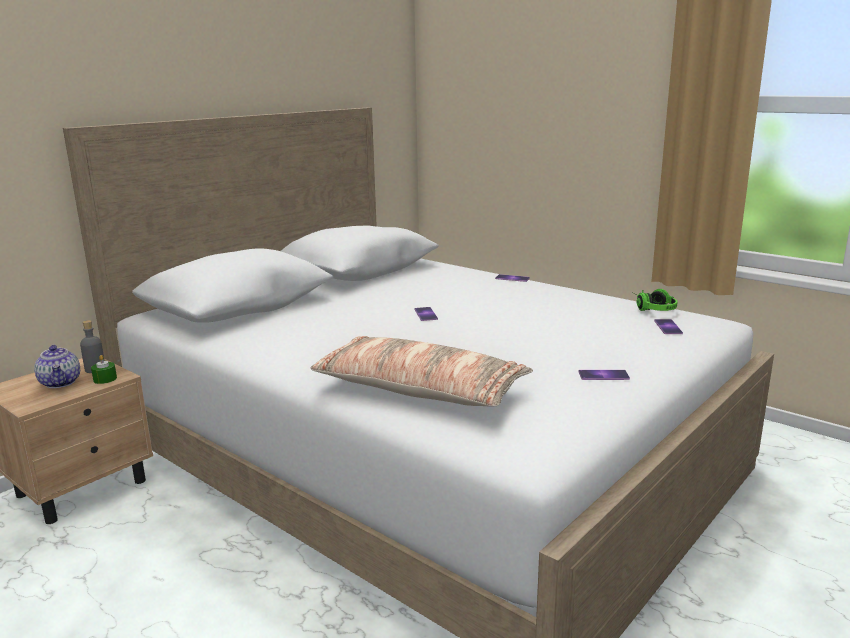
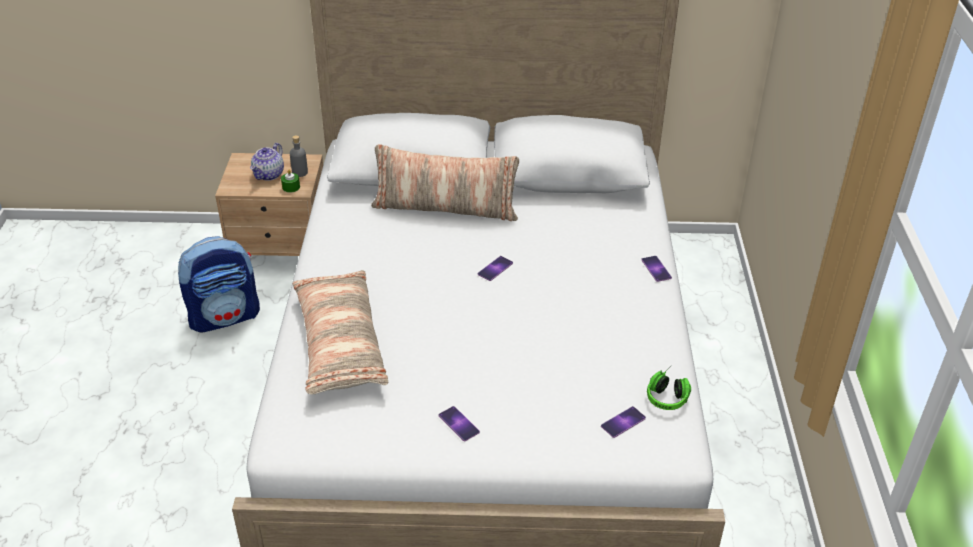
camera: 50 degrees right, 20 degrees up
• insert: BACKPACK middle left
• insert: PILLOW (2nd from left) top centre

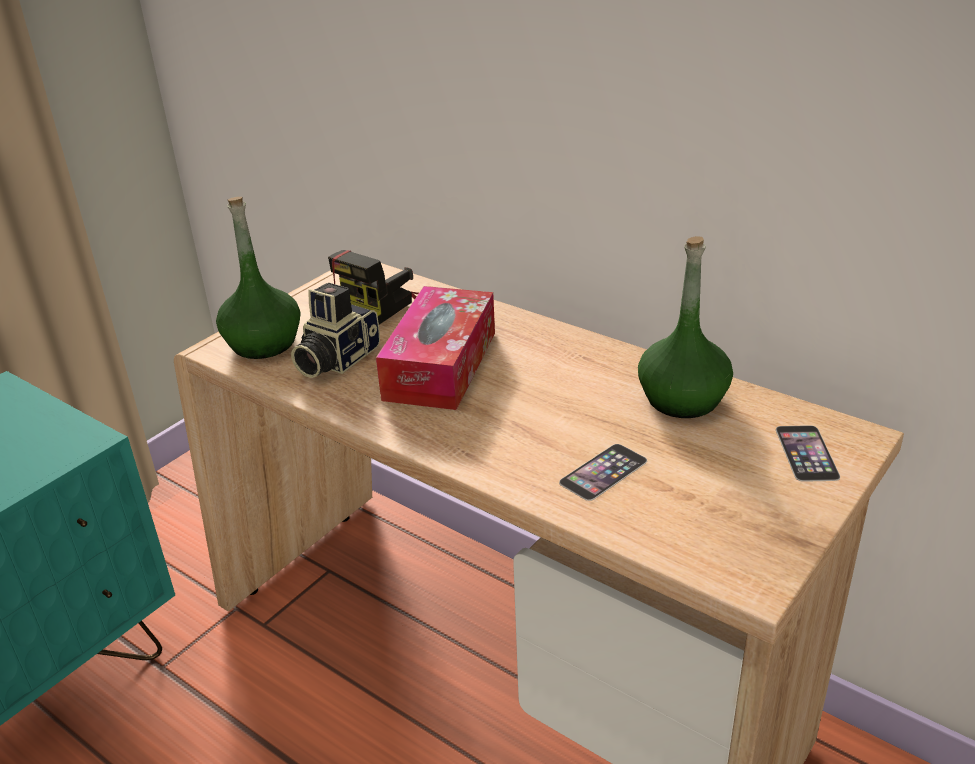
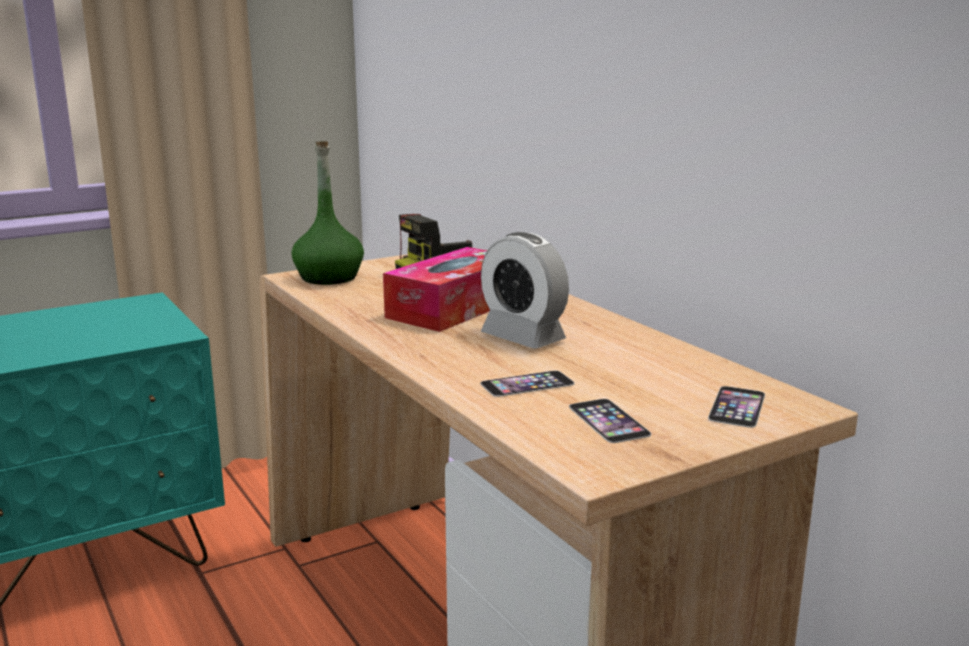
camera: 20 degrees right, 15 degrees down
• delete: PHOTO CAMERA (1st from left) centre
• delete: GREEN BOTTLE (2nd from left) middle right
• insert: ALARM CLOCK centre
• insert: PHONE (2nd from left) centre

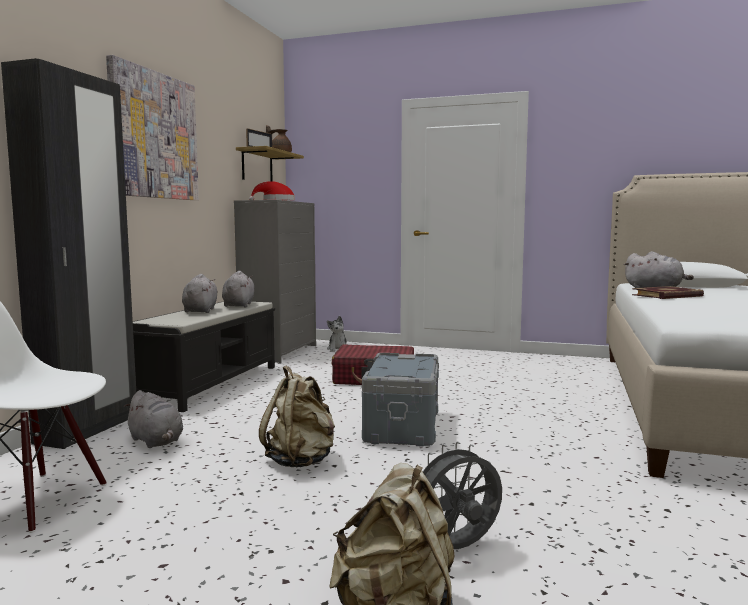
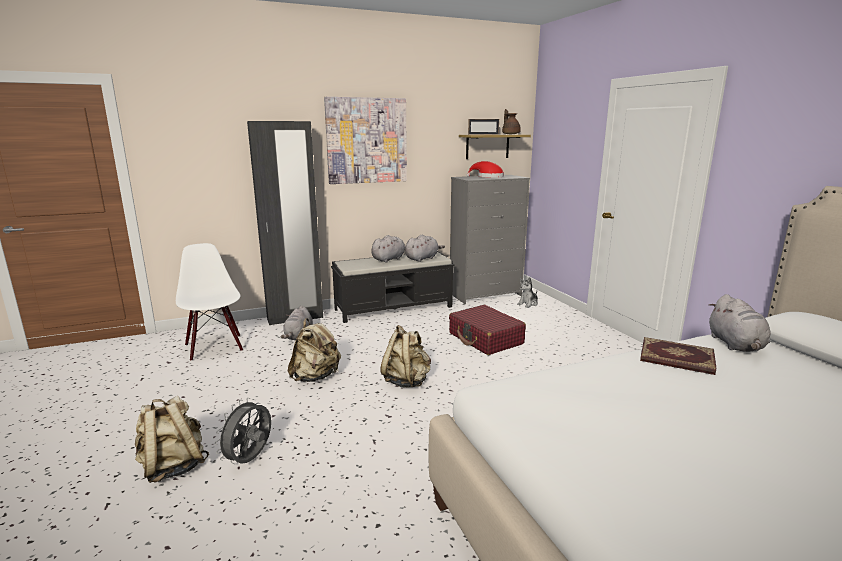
camera: 50 degrees right, 10 degrees up
• replace: GREY STORAGE BOX centre to BEIGE BACKPACK (3rd from left) centre
• rotate: GREY FAN bottom centre = bottom left 90 degrees counterclockwise

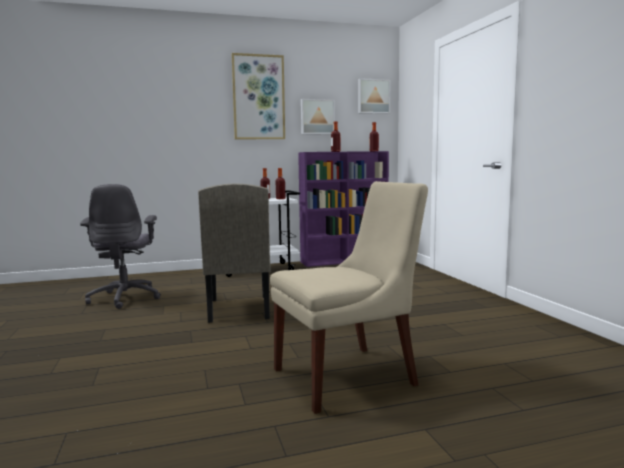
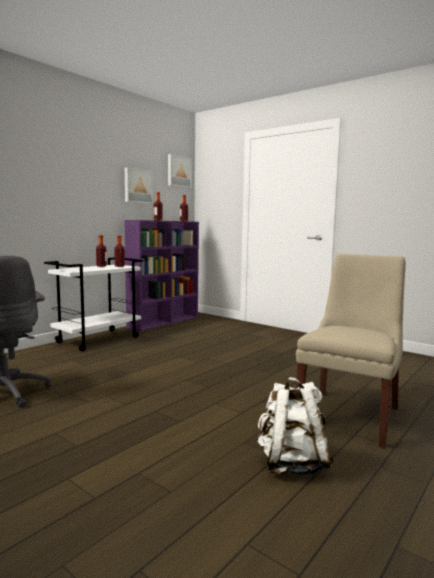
camera: 35 degrees left, 0 degrees up
• delete: BEIGE CHAIR (1st from left) centre
• delete: PICTURE (1st from left) top centre
• insert: WHITE BACKPACK bottom right

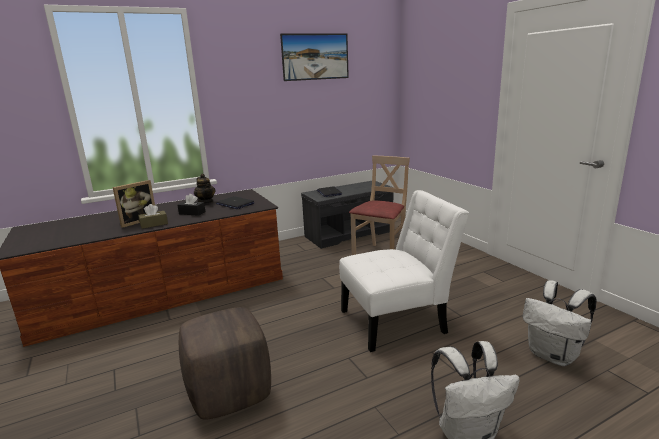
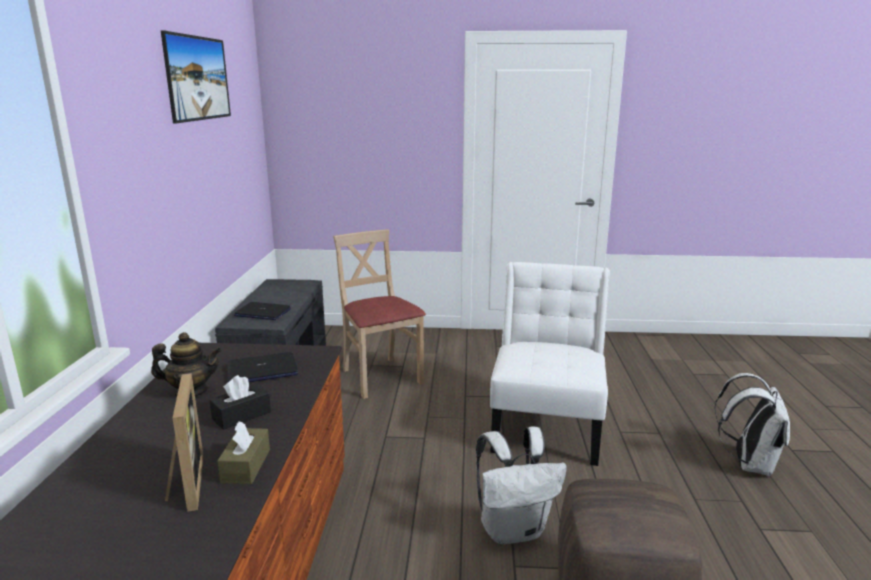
camera: 60 degrees left, 0 degrees up
• move: WHITE BACKPACK (2nd from left in the first image) bottom right to WHITE BACKPACK (1st from left) bottom centre

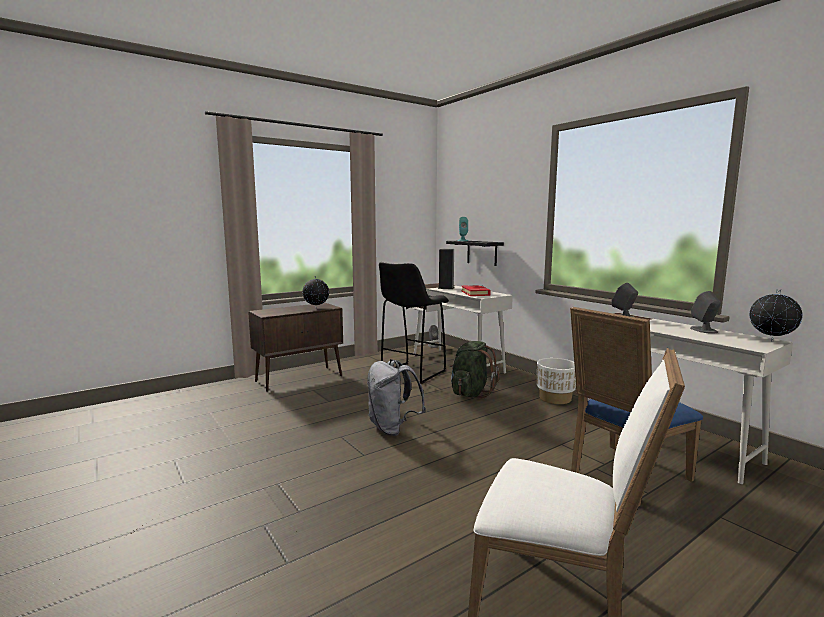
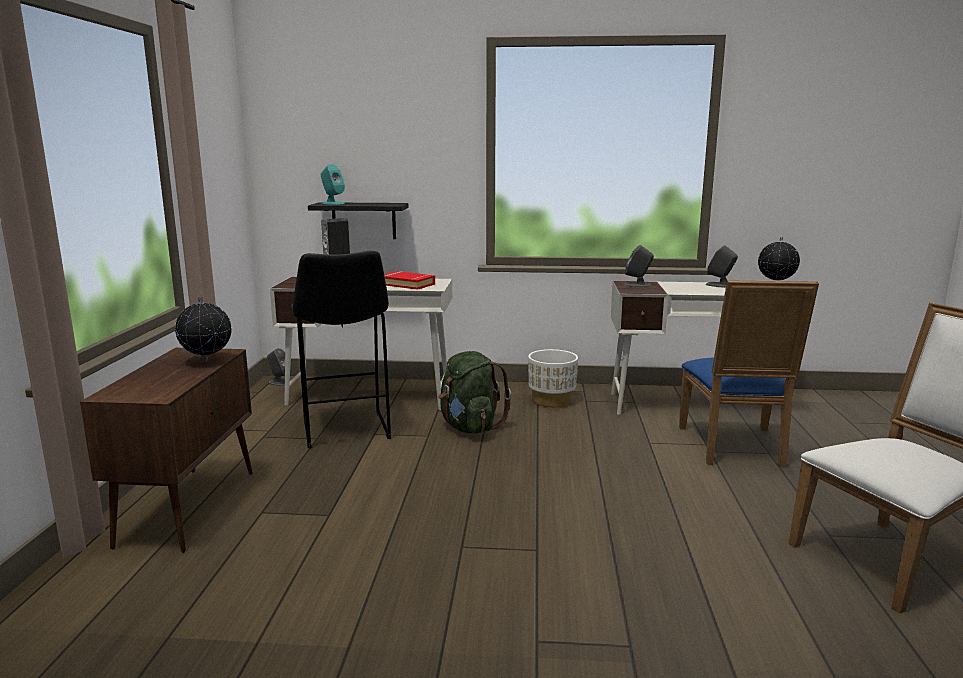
camera: 50 degrees left, 5 degrees up
• delete: GREY BACKPACK centre

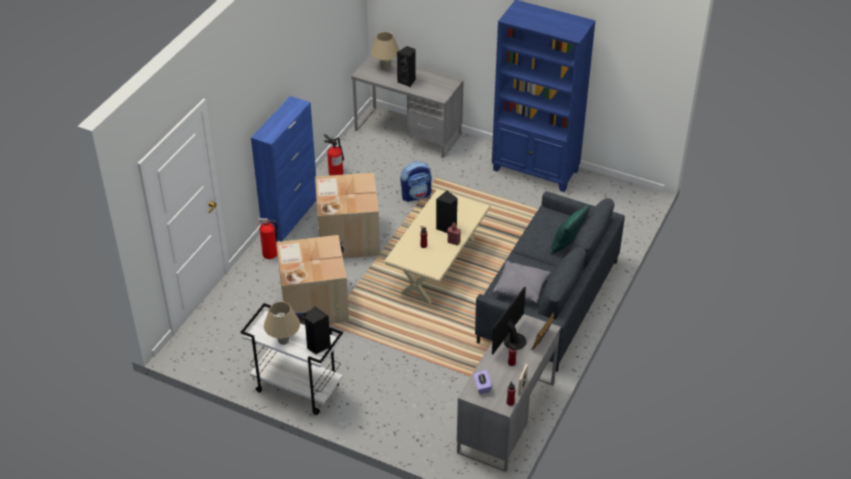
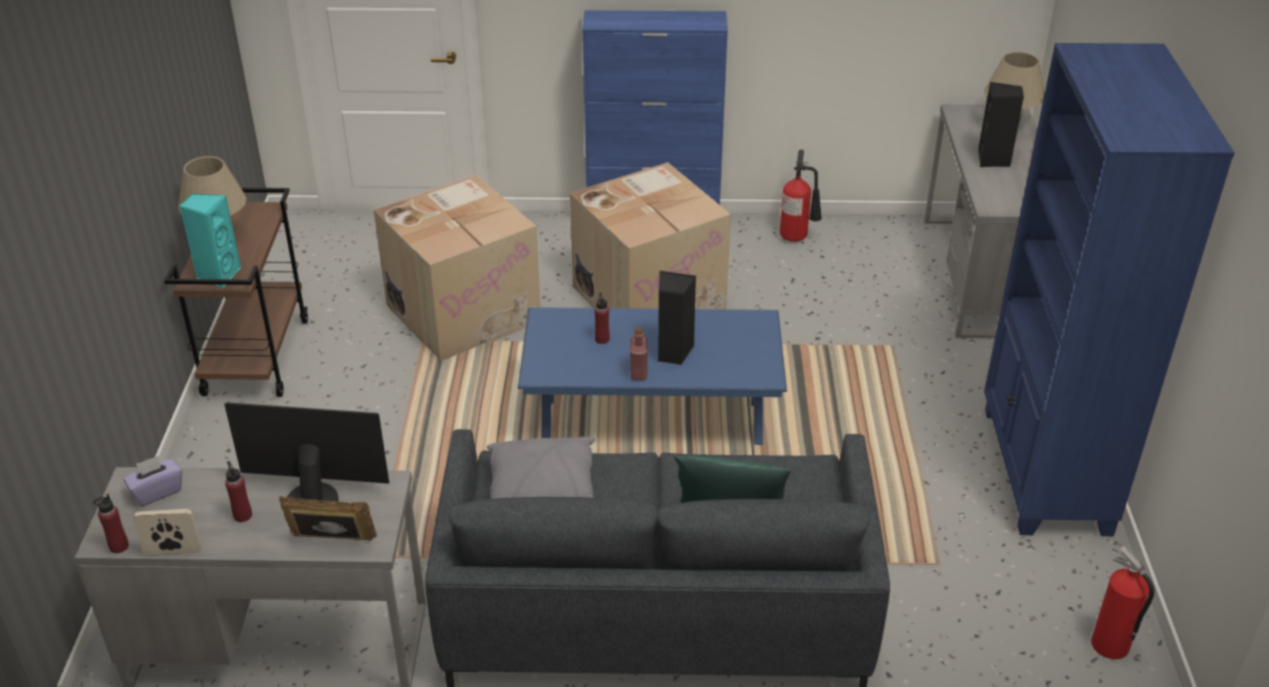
camera: 65 degrees right, 5 degrees down
• delete: BACKPACK centre
• move: FIRE EXTINGUISHER (1st from left in the first image) middle left to FIRE EXTINGUISHER (2nd from left) bottom right
• recolor: WHITE CART bottom centre to BROWN CART middle left
• recolor: BLACK SPEAKER (1st from left) bottom centre to TURQUOISE SPEAKER middle left
• recolor: BEIGE COFFEE TABLE centre to BLUE COFFEE TABLE centre

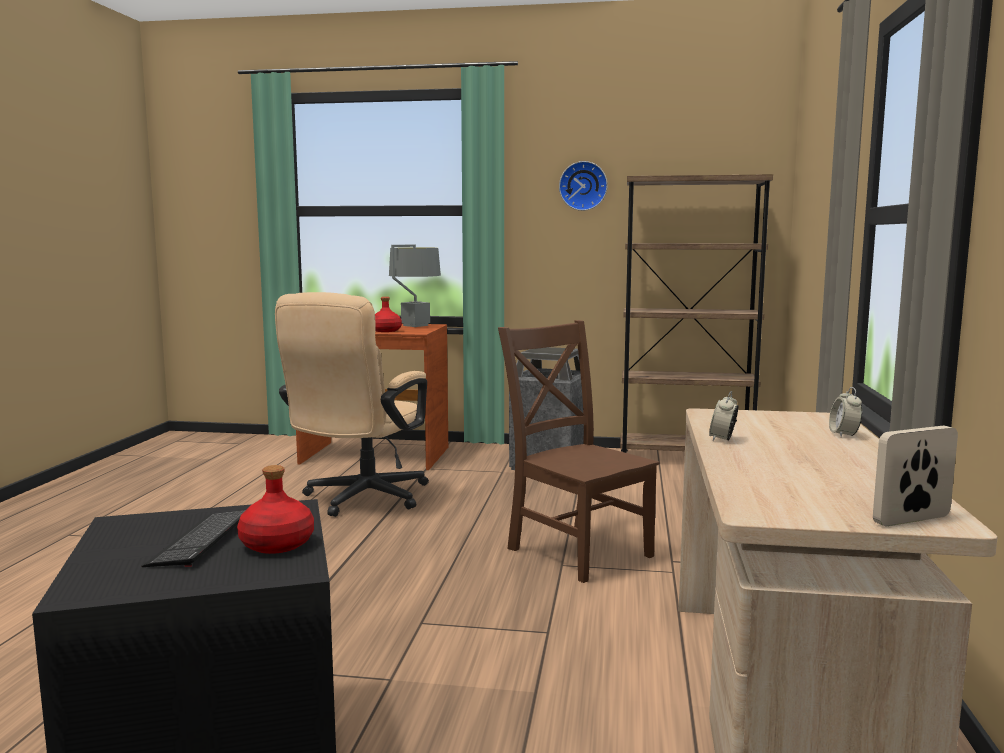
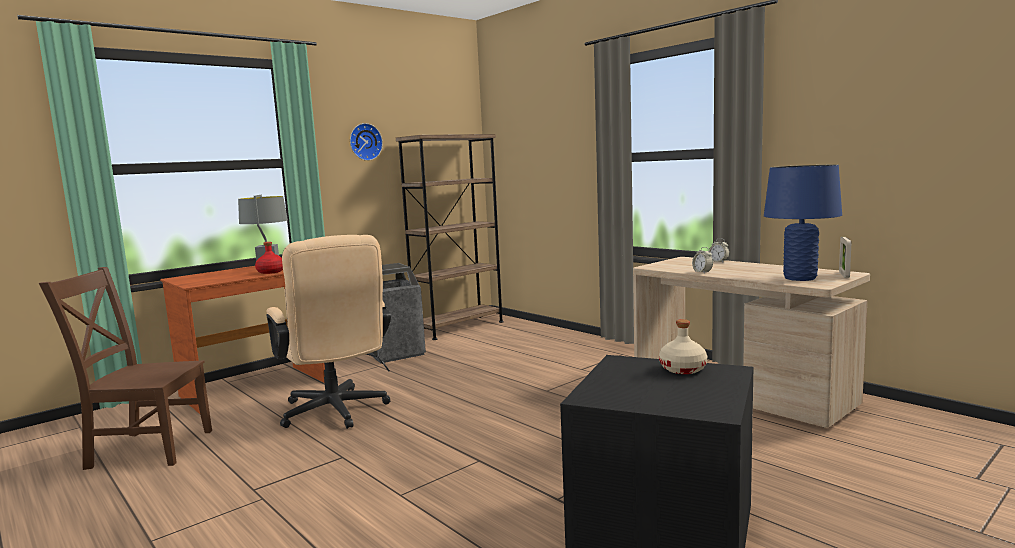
camera: 50 degrees left, 0 degrees up
• delete: KEYBOARD bottom left
• insert: BLUE TABLE LAMP middle right
• move: BROWN CHAIR centre to bottom left
• recolor: RED BOTTLE (1st from left) bottom left to BEIGE BOTTLE middle right

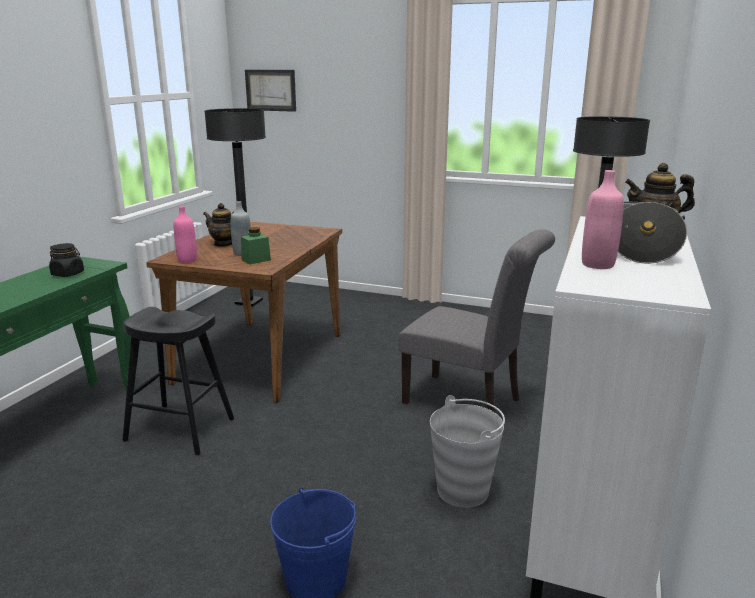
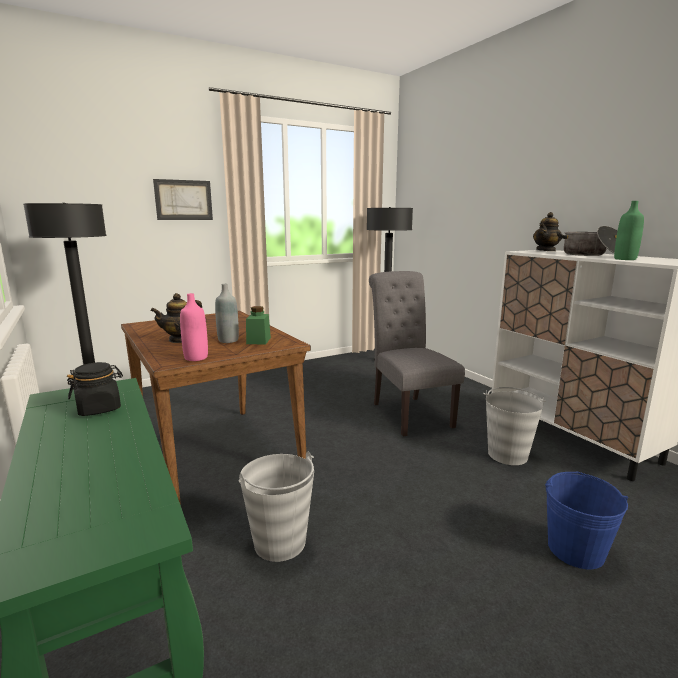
camera: 50 degrees left, 5 degrees down
• move: PICTURE top centre to top left
• replace: BLACK STOOL middle left to GREY BUCKET (1st from left) bottom centre
• recolor: PINK BOTTLE (2nd from left) middle right to GREEN BOTTLE middle right
• rotate: GREY CHAIR centre = centre 90 degrees counterclockwise

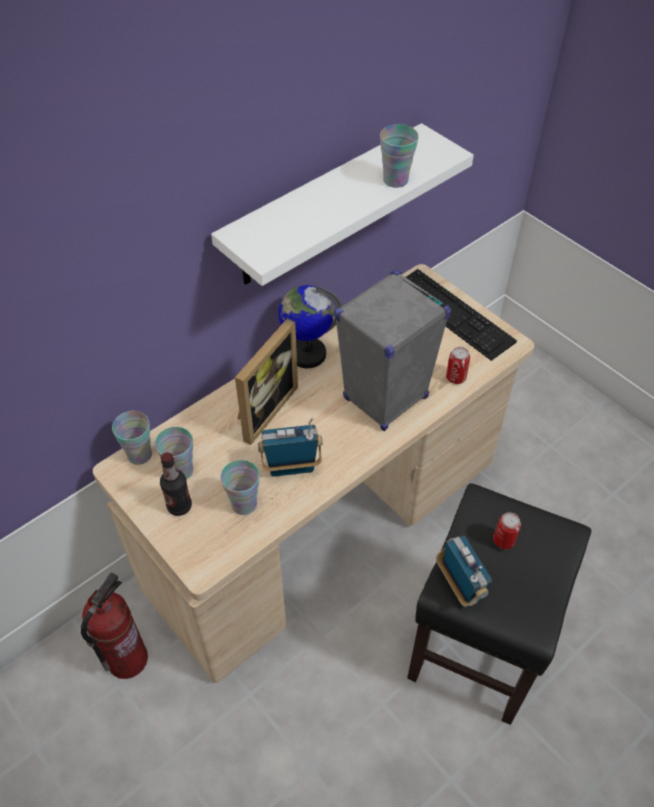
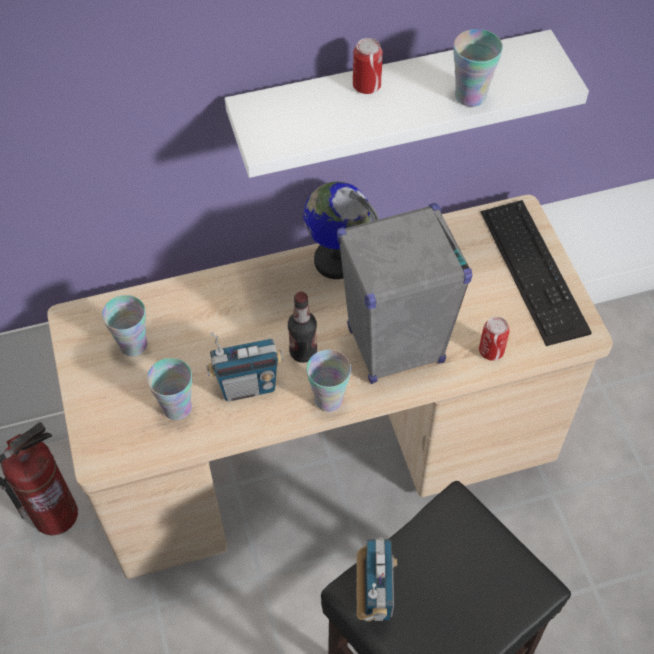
camera: 25 degrees right, 5 degrees up
• delete: PICTURE FRAME centre
• move: CUP (1st from left in the first image) middle left to CUP (3rd from left) centre
• move: BOTTLE middle left to centre
• move: CAN (2nd from left in the first image) middle right to CAN (1st from left) top centre
• rotate: RADIO (1st from left) centre = centre 150 degrees clockwise

